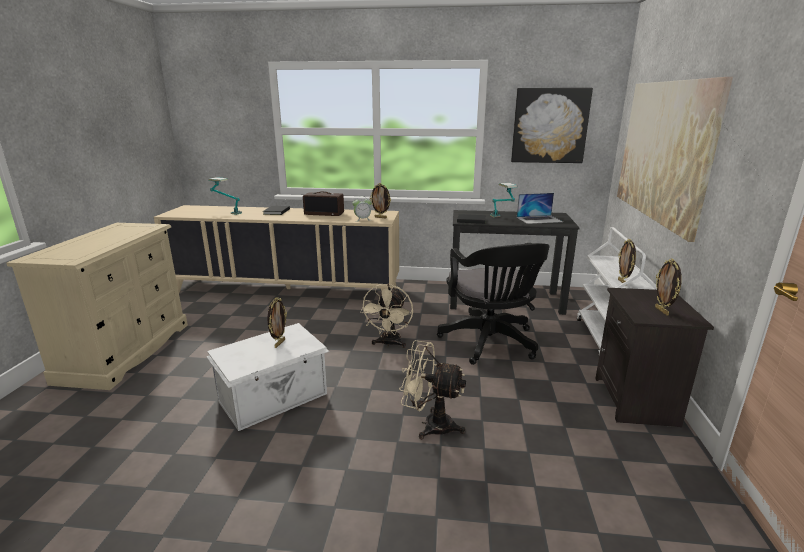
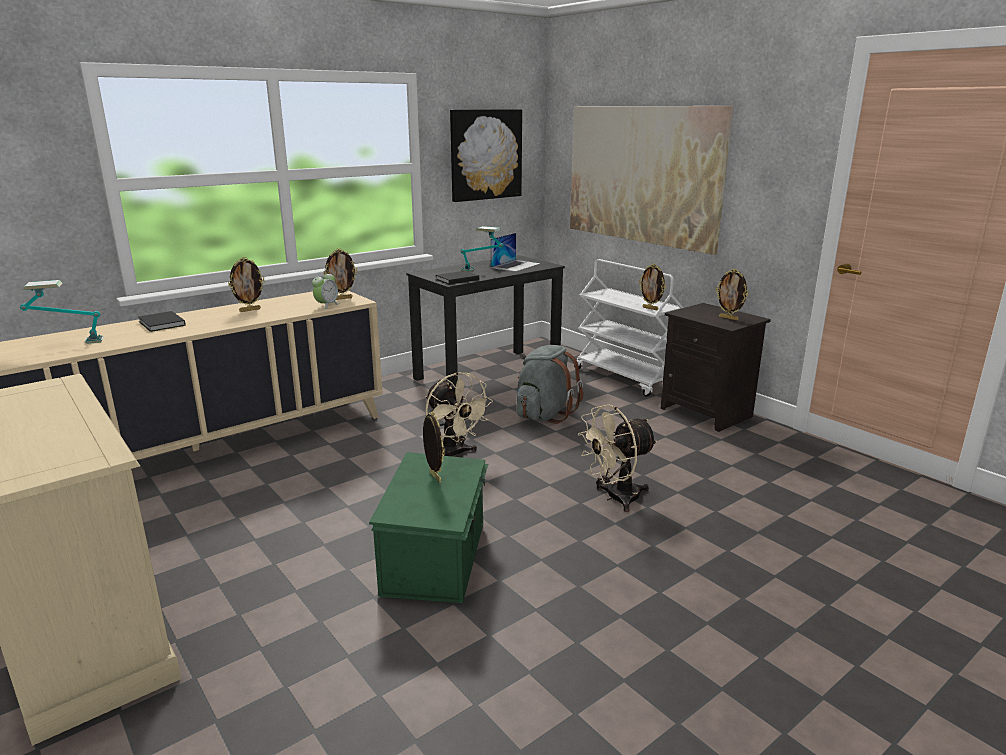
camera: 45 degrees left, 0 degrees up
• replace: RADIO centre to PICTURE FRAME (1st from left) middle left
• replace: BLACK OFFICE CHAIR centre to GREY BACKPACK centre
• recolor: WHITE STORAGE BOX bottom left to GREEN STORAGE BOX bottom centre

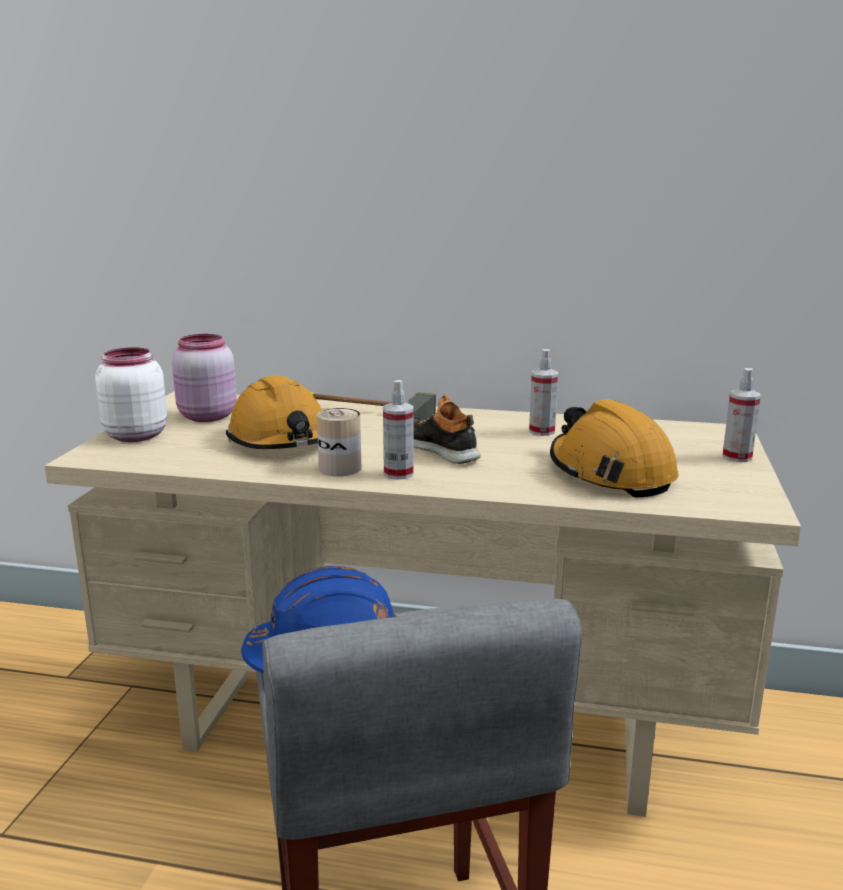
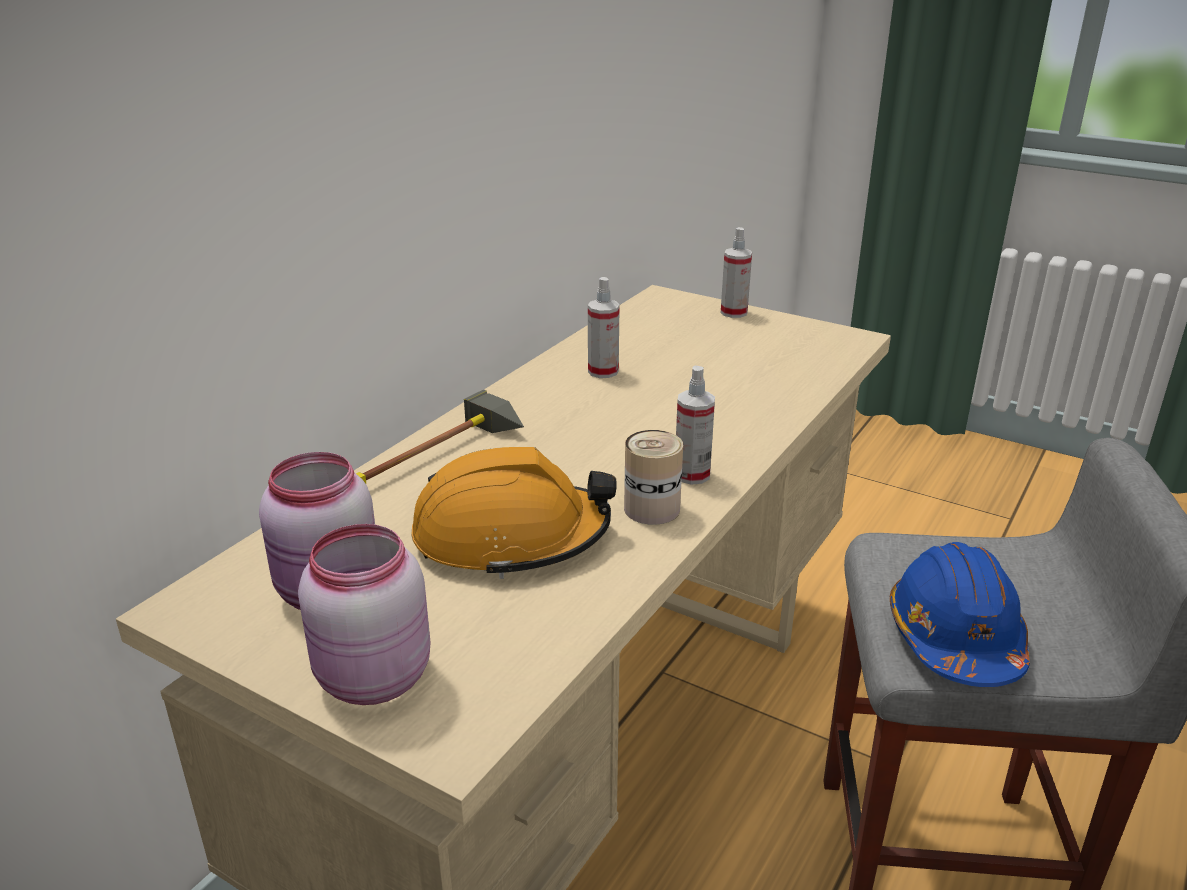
camera: 70 degrees left, 10 degrees up
• delete: SHOE centre
• delete: ORANGE HARD HAT (2nd from left) middle right
• recolor: WHITE JAR middle left to PINK JAR (2nd from left) bottom left

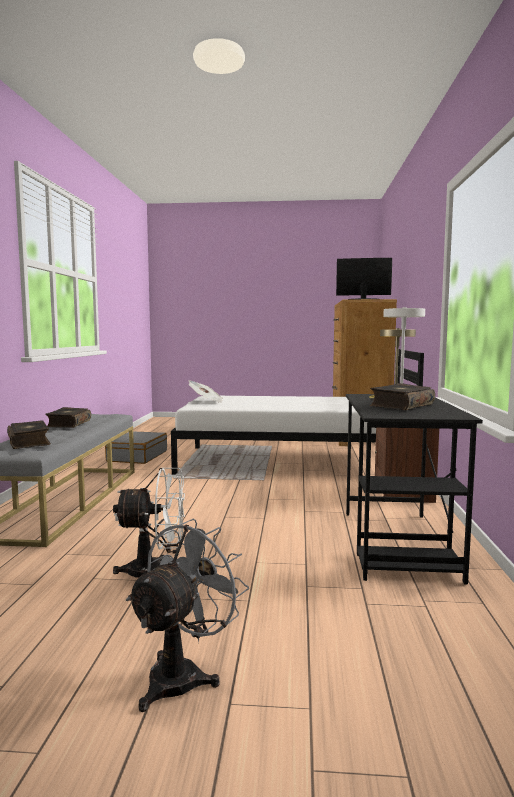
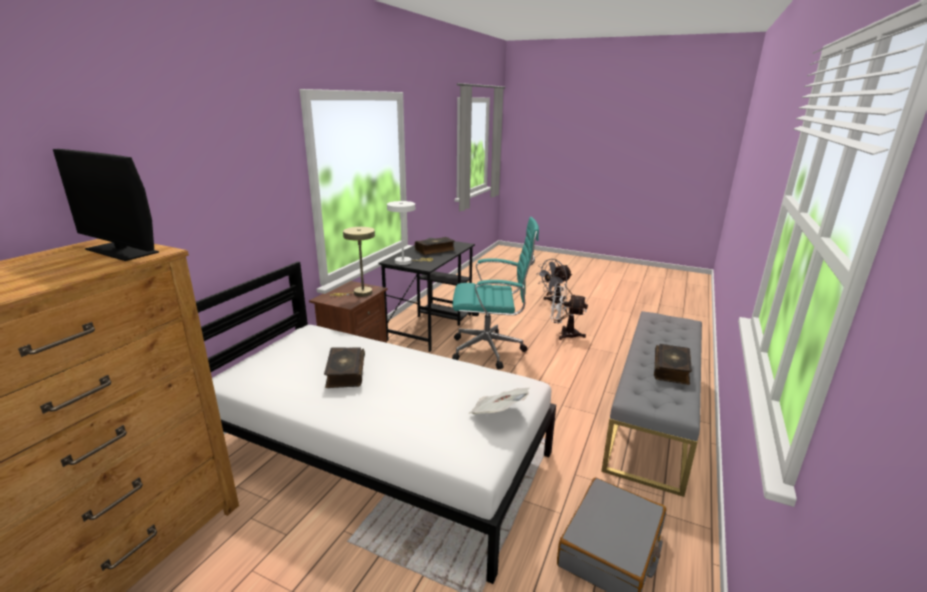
camera: 160 degrees left, 15 degrees up
• insert: TURQUOISE OFFICE CHAIR centre
• move: BOOK (1st from left) middle left to centre

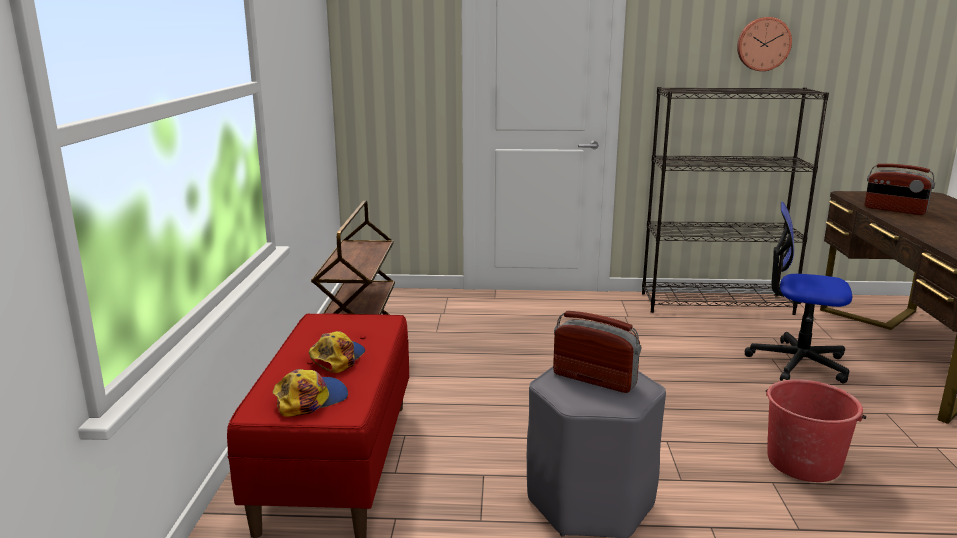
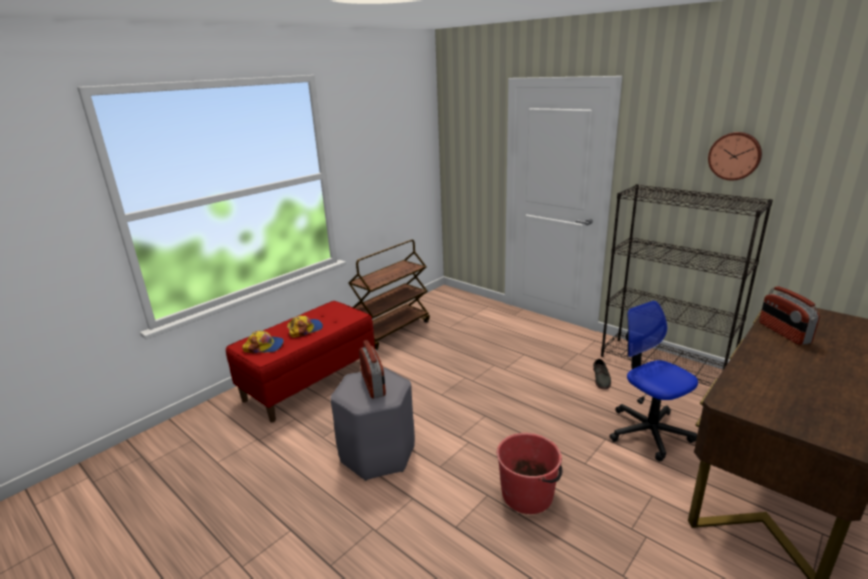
camera: 40 degrees right, 5 degrees up
• insert: GREY SHOE middle right

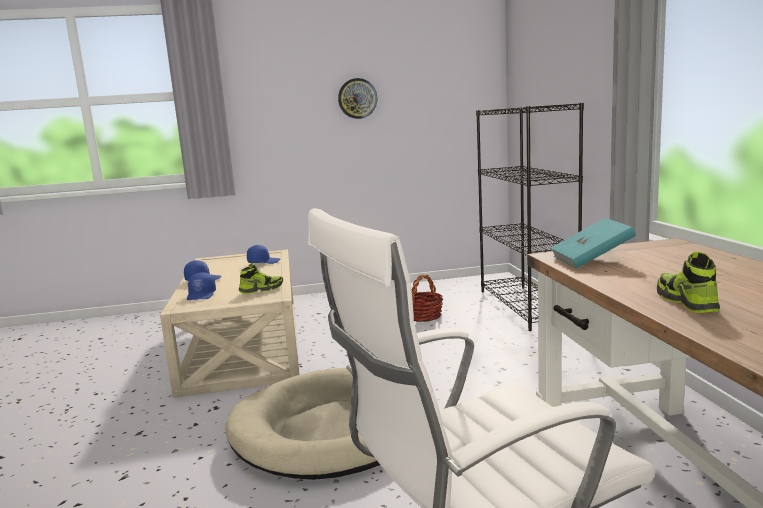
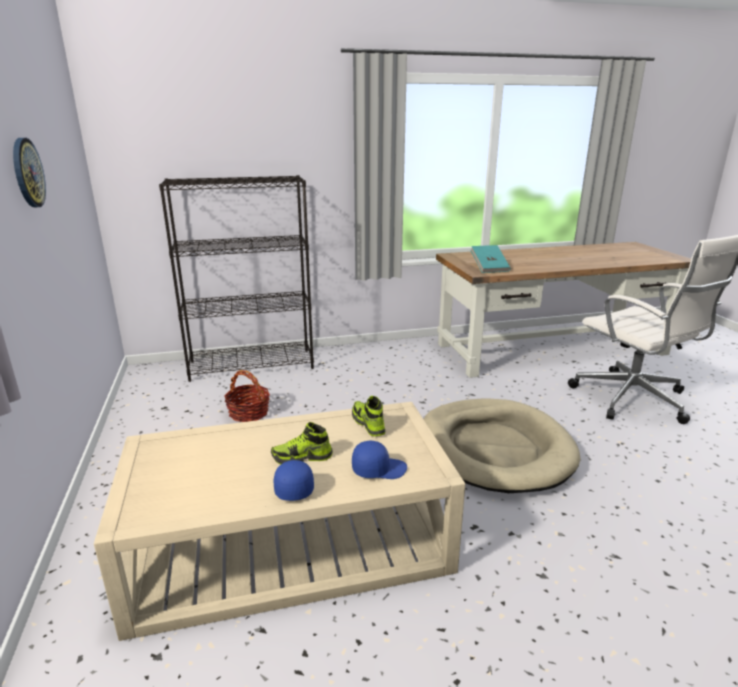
camera: 95 degrees left, 10 degrees up
• delete: BLUE CAP (3rd from left) centre
• move: SHOE (2nd from left in the first image) middle right to SHOE (1st from left) centre

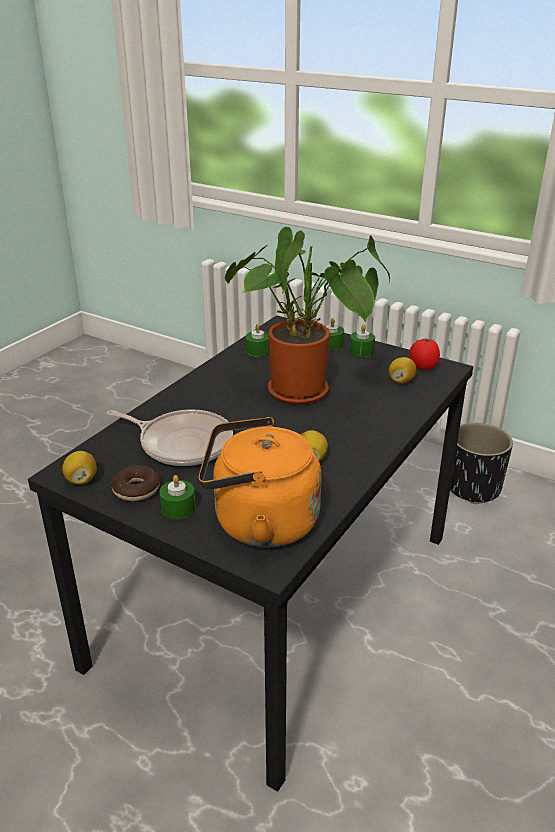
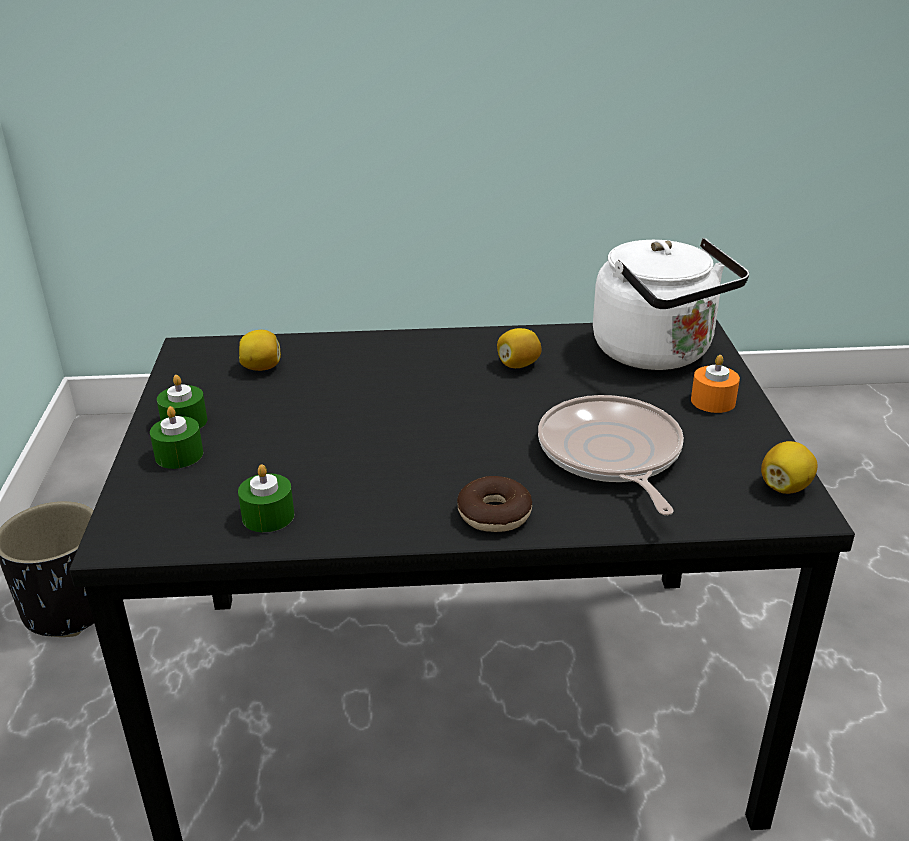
camera: 125 degrees left, 0 degrees up
• delete: POTTED PLANT centre
• delete: TOMATO middle right
• move: DONUT middle left to centre
• recolor: GREEN CANDLE (1st from left) middle left to ORANGE CANDLE middle right
• recolor: ORANGE KETTLE centre to WHITE KETTLE middle right

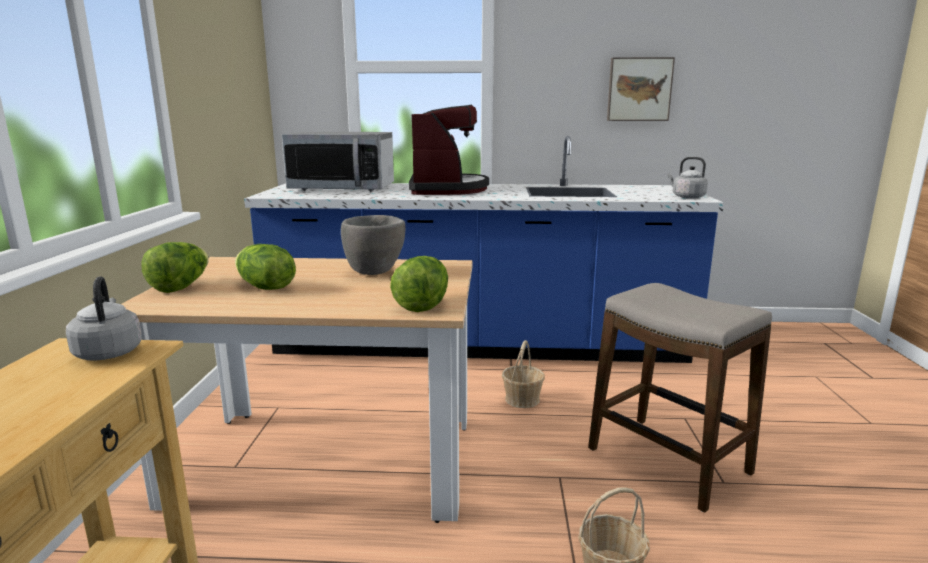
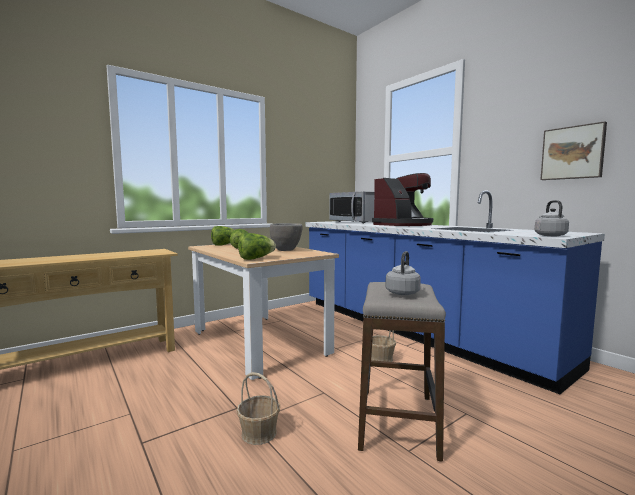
camera: 50 degrees right, 10 degrees down
• move: GREY KETTLE (1st from left) middle left to centre

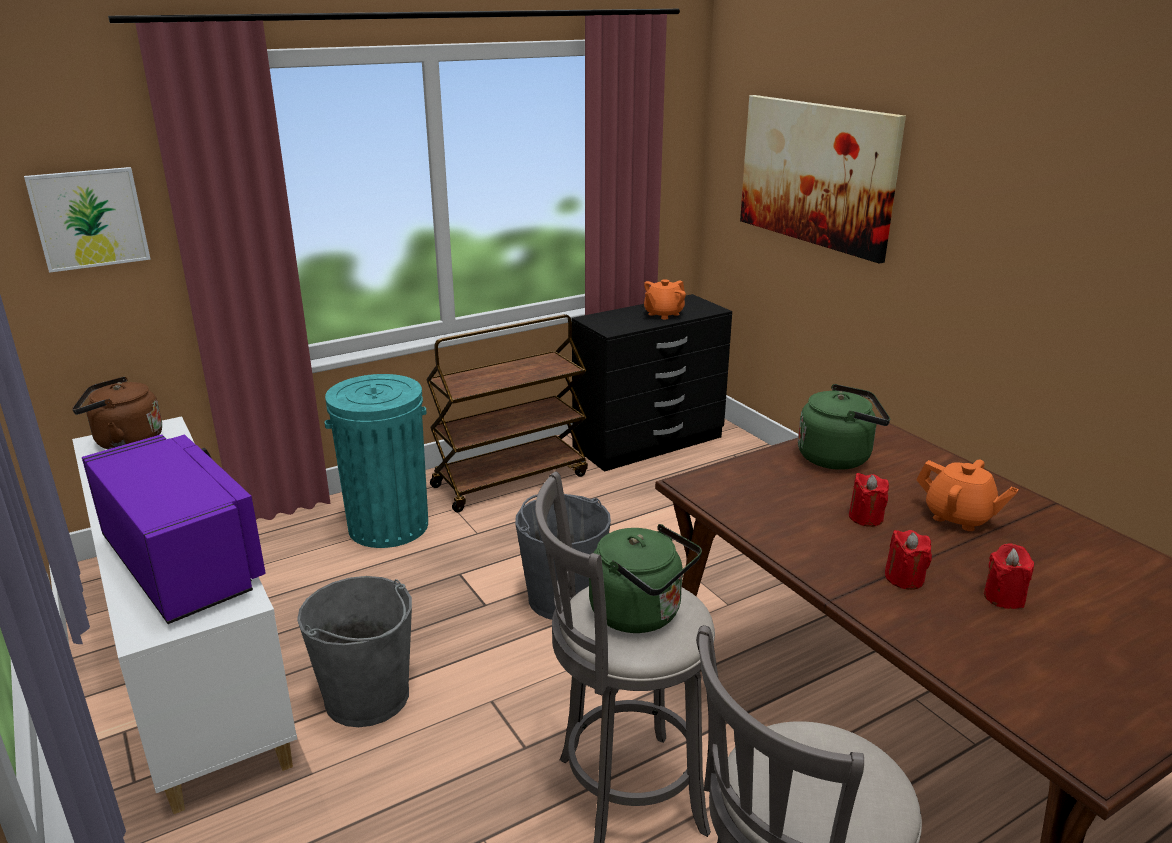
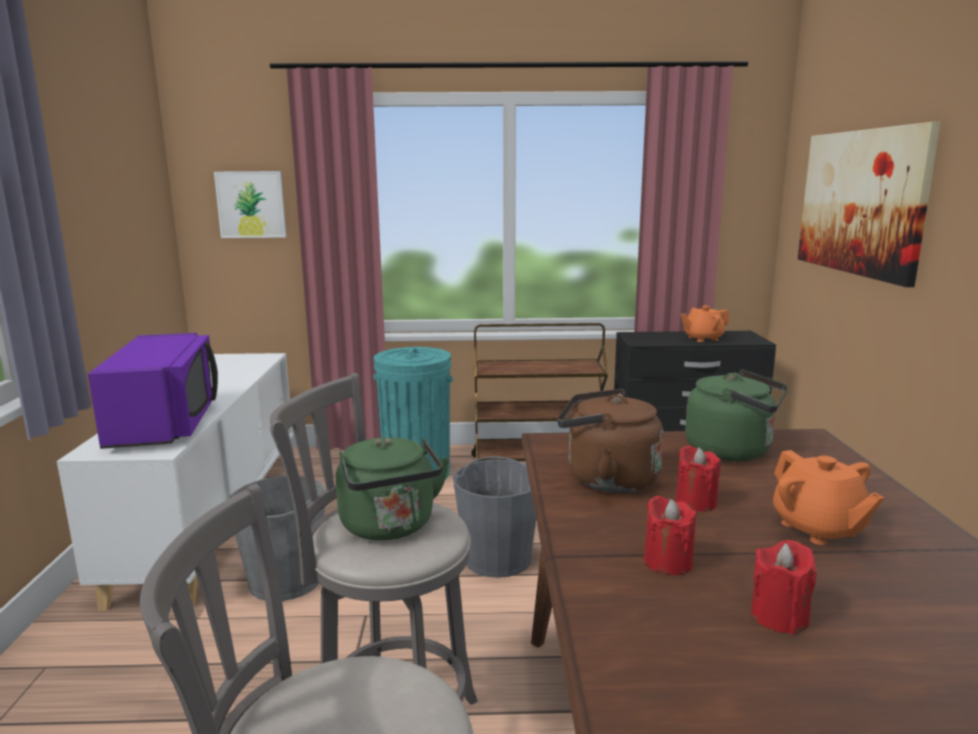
camera: 30 degrees right, 10 degrees down
• move: BROWN KETTLE middle left to centre

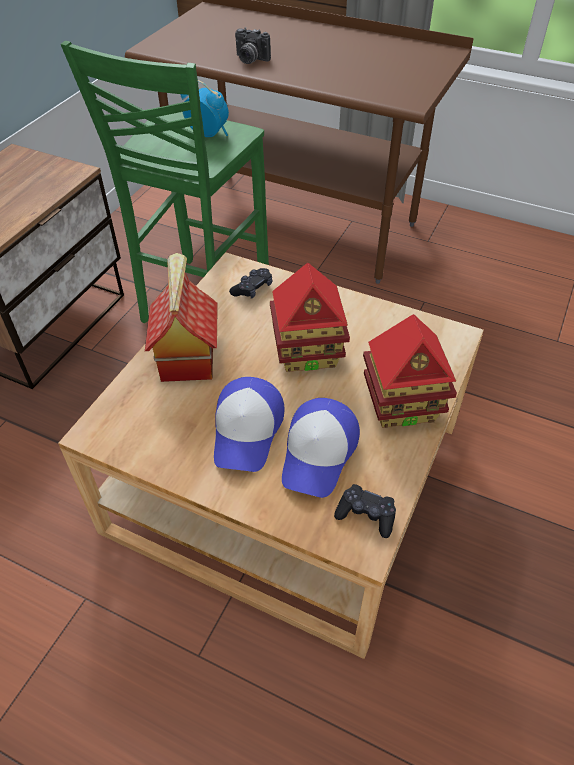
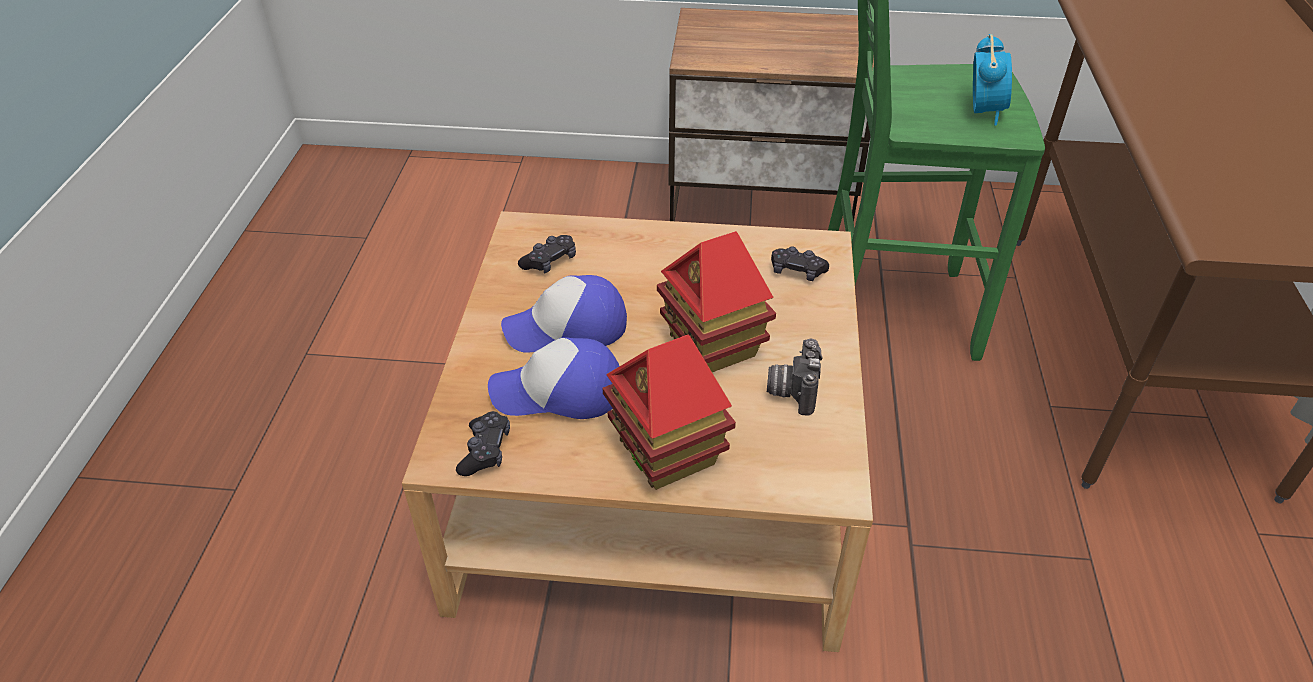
camera: 70 degrees right, 5 degrees down
• delete: TOY HOUSE (1st from left) middle left
• insert: BLACK GAME CONTROLLER (2nd from left) centre
• move: PHOTO CAMERA top centre to centre

